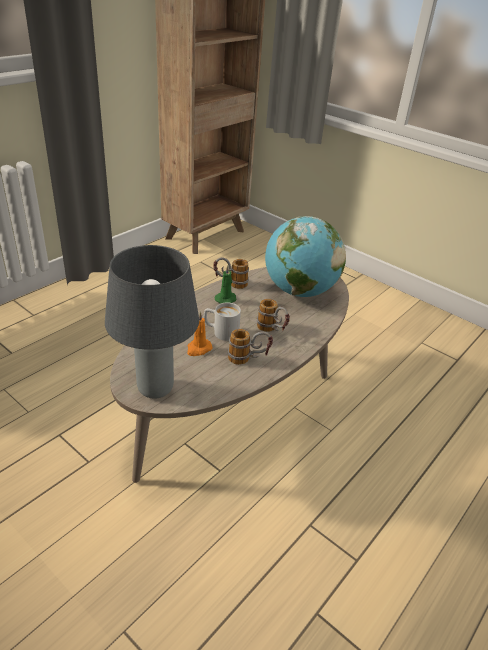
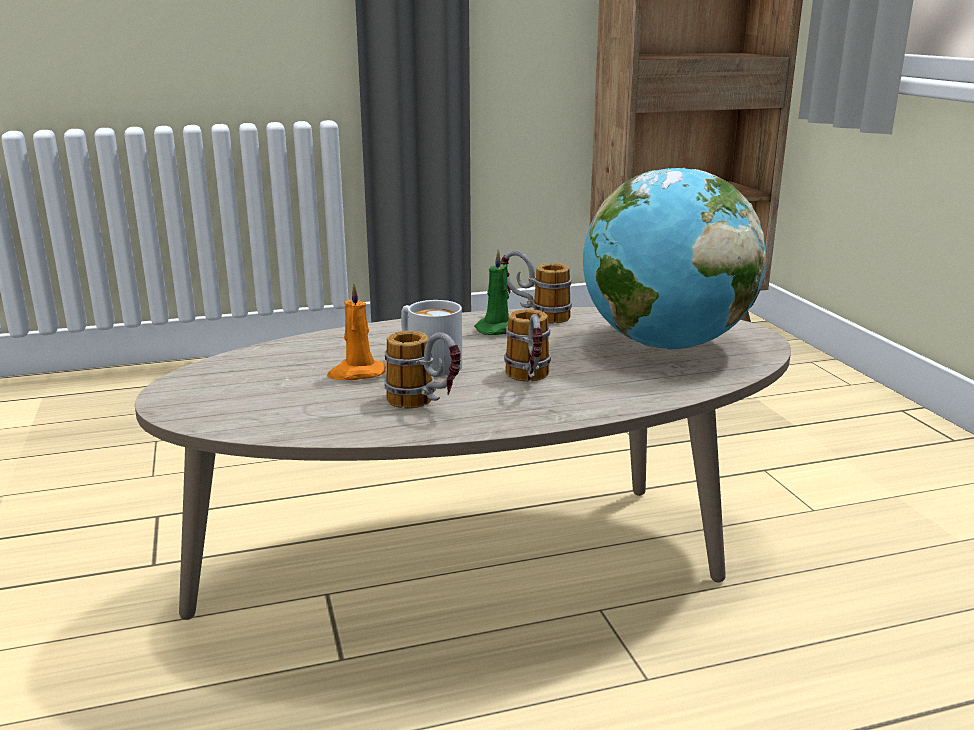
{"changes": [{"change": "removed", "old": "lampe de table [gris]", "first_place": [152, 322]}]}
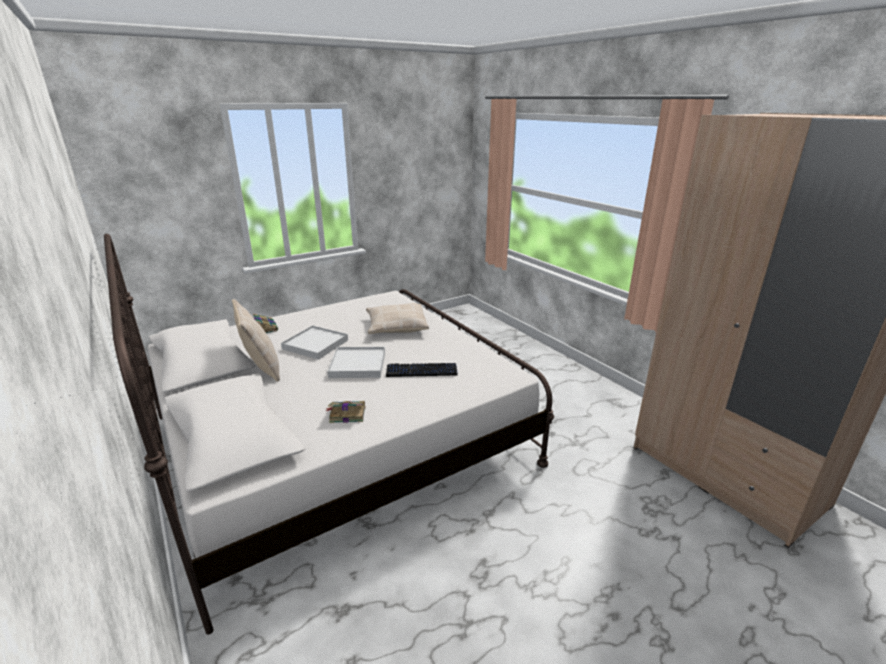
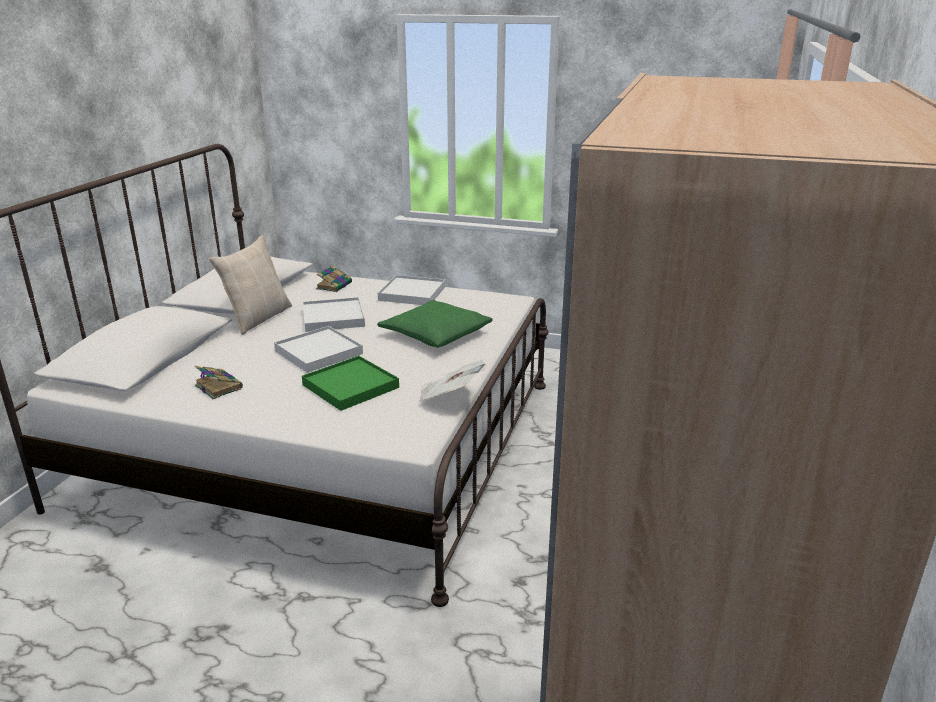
{"changes": [{"change": "added", "new": "plateau [blanc]", "second_place": [411, 290]}, {"change": "added", "new": "journal", "second_place": [453, 381]}, {"change": "replaced", "old": "clavier", "new": "plateau [vert]", "first_place": [422, 370], "second_place": [350, 383]}, {"change": "recoloured", "old": "coussin [beige]", "new": "coussin [vert]", "first_place": [397, 318], "second_place": [434, 324]}]}
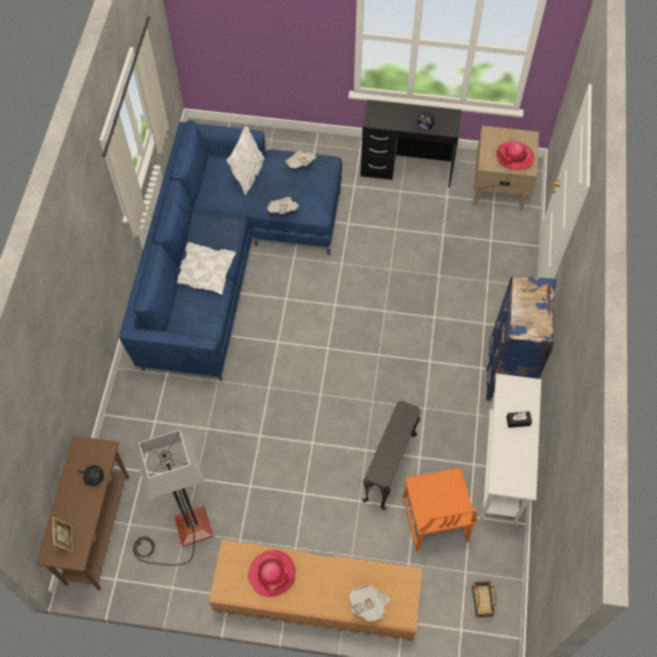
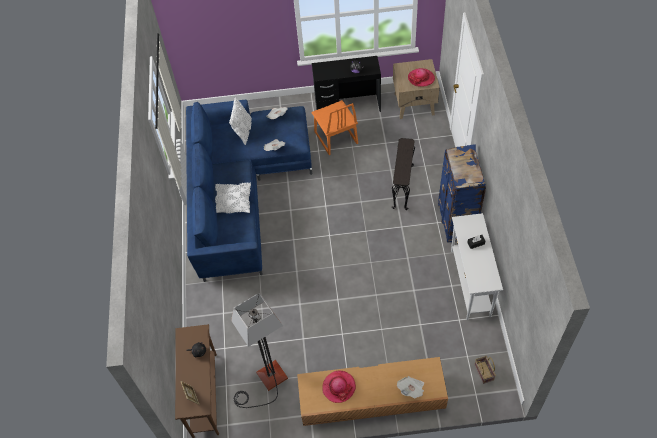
{"changes": [{"change": "moved", "old": "table d'appoint [noir]", "first_place": [391, 455], "second_place": [403, 174]}, {"change": "moved", "old": "chaise [orange]", "first_place": [440, 509], "second_place": [334, 127]}]}
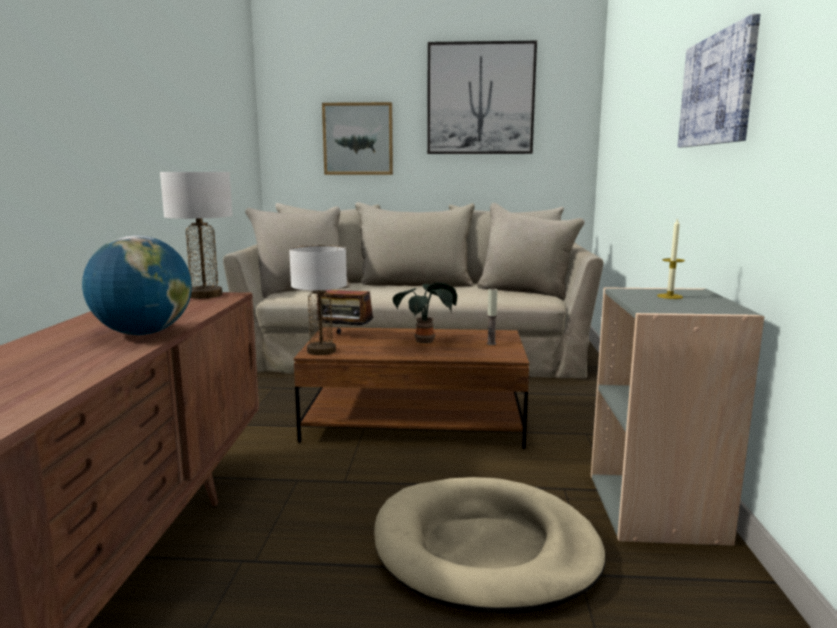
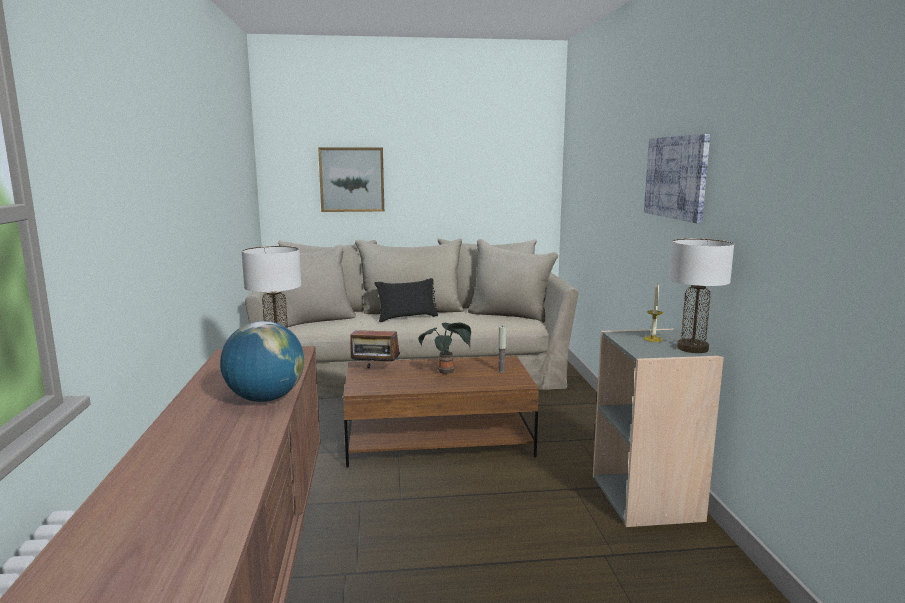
{"changes": [{"change": "removed", "old": "panier pour chien [beige]", "first_place": [489, 545]}, {"change": "removed", "old": "tableau", "first_place": [482, 97]}, {"change": "added", "new": "coussin [noir]", "second_place": [406, 300]}, {"change": "moved", "old": "lampe de table", "first_place": [318, 300], "second_place": [701, 296]}]}
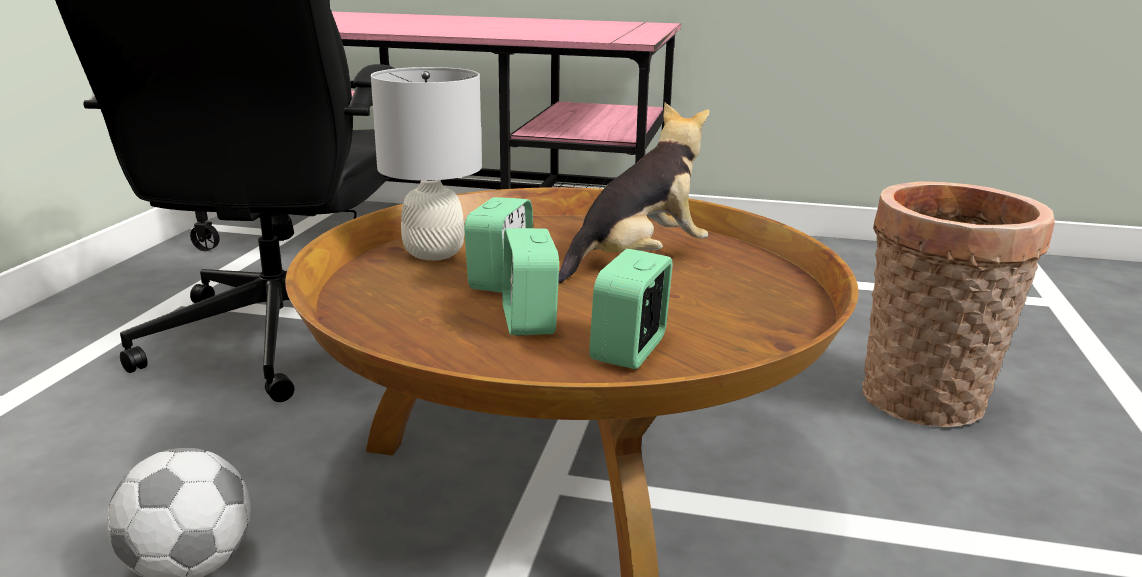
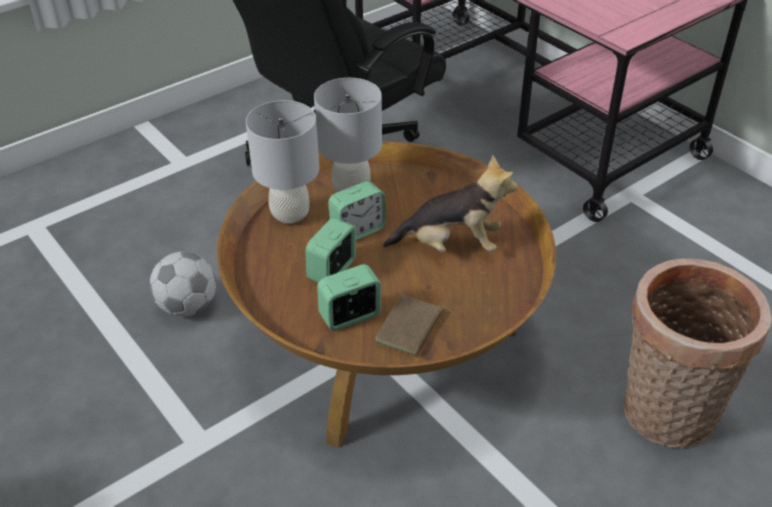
{"changes": [{"change": "added", "new": "lampe de table [gris]", "second_place": [282, 162]}, {"change": "added", "new": "livre [marron]", "second_place": [415, 326]}]}
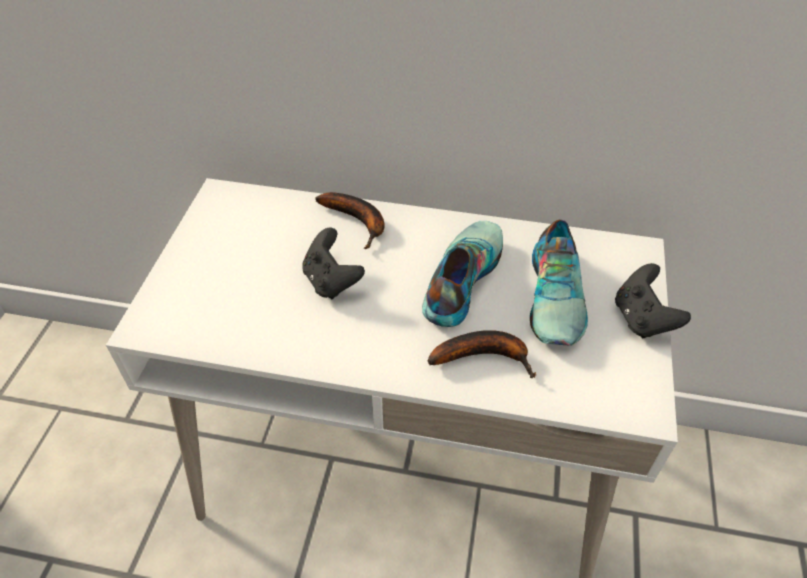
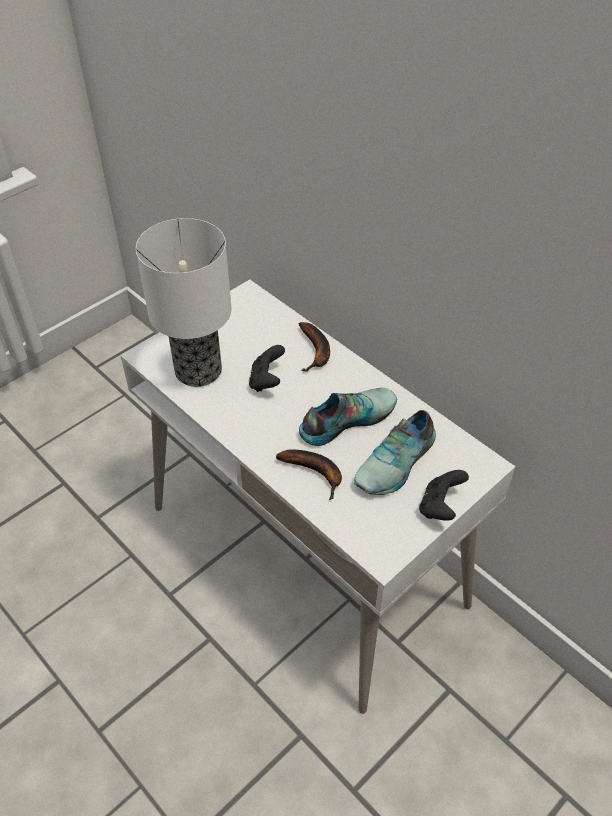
{"changes": [{"change": "added", "new": "lampe de table", "second_place": [184, 302]}]}
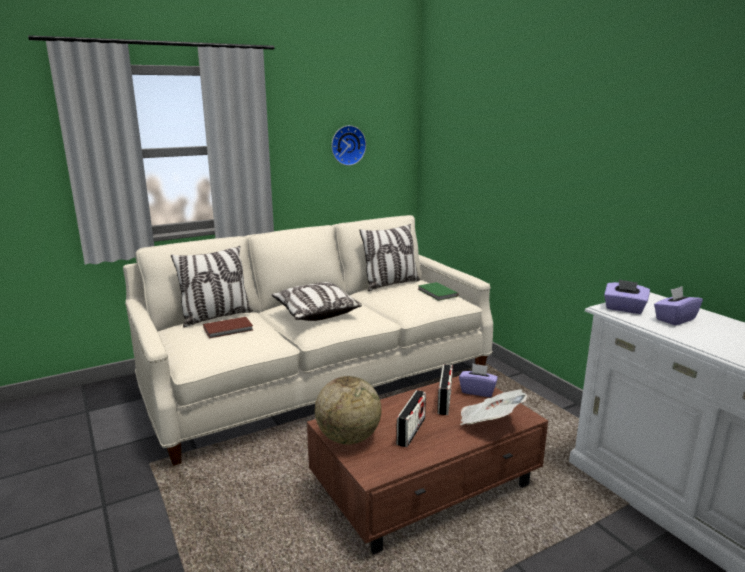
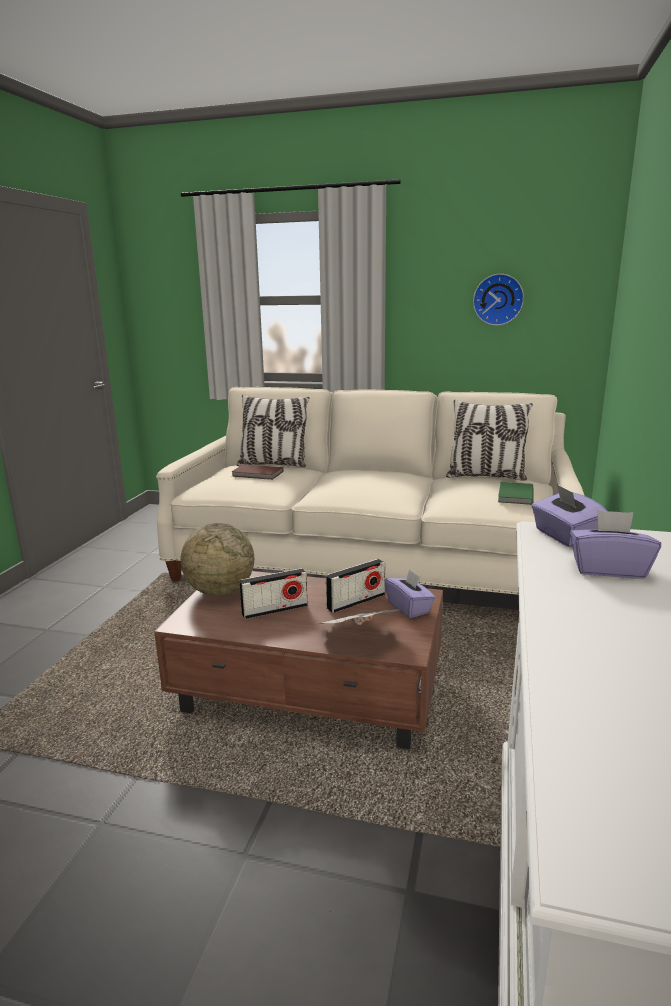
{"changes": [{"change": "removed", "old": "coussin", "first_place": [317, 301]}]}
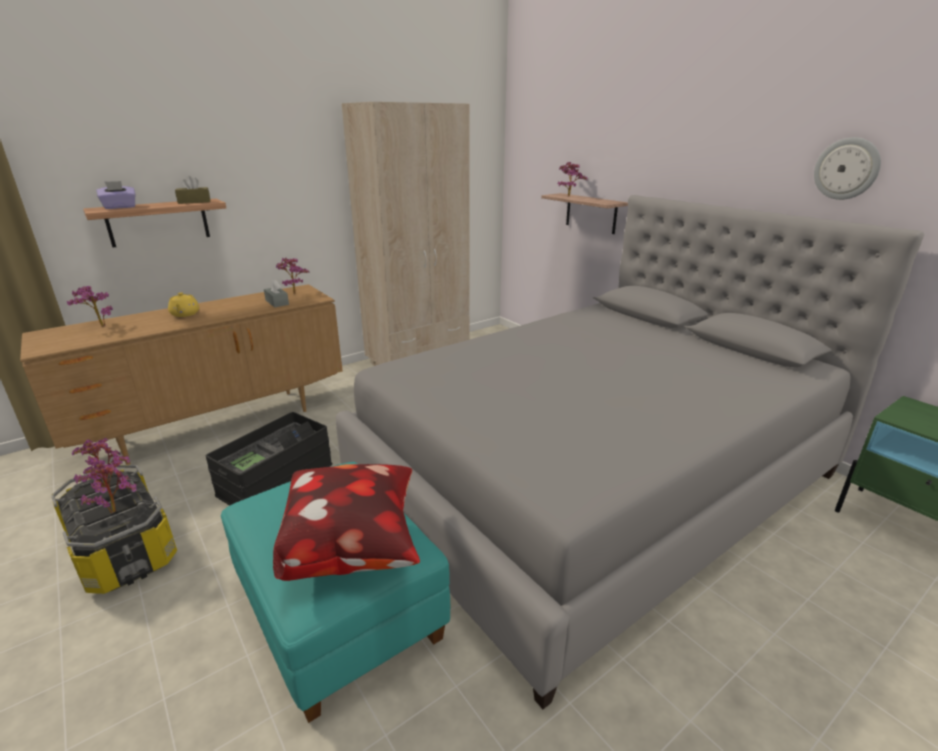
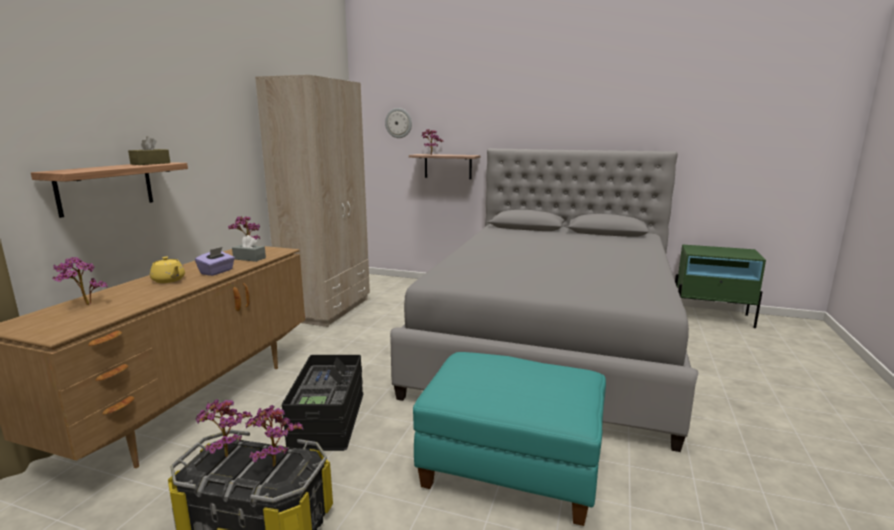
{"changes": [{"change": "removed", "old": "coussin", "first_place": [346, 522]}, {"change": "moved", "old": "boîte à mouchoirs [violet]", "first_place": [116, 195], "second_place": [215, 261]}, {"change": "moved", "old": "horloge murale", "first_place": [847, 168], "second_place": [398, 123]}]}
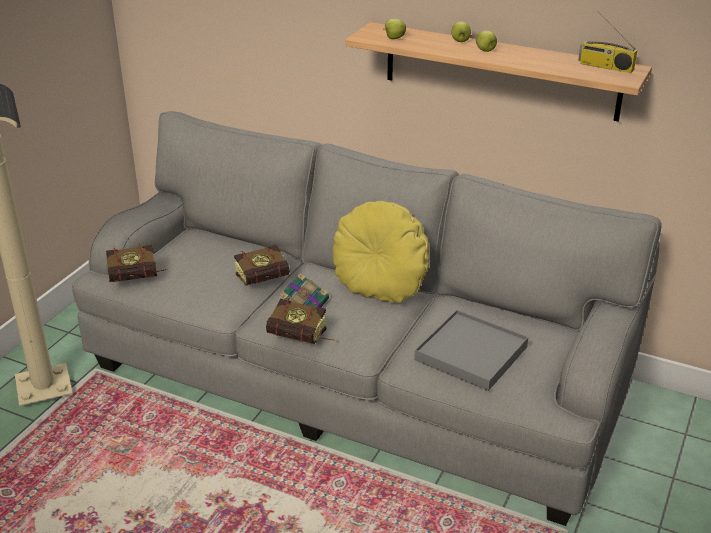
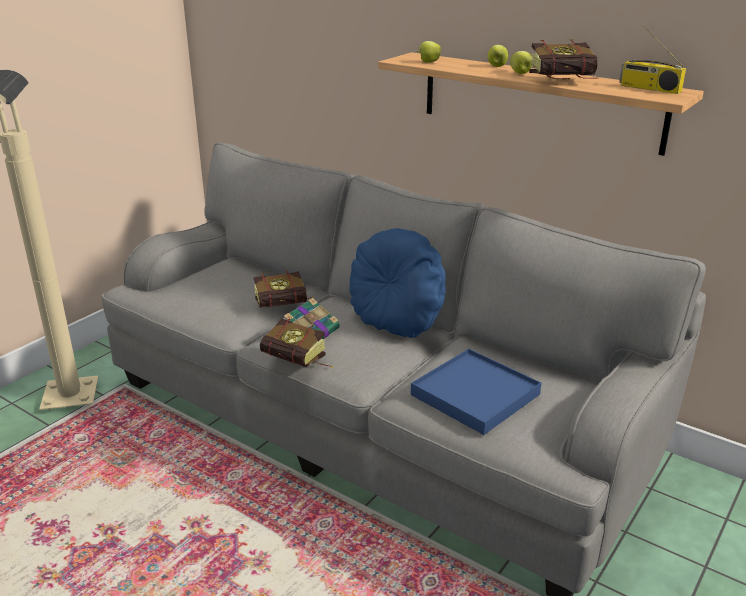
{"changes": [{"change": "moved", "old": "livre", "first_place": [137, 262], "second_place": [564, 59]}, {"change": "recoloured", "old": "coussin [jaune]", "new": "coussin [bleu]", "first_place": [381, 252], "second_place": [398, 283]}, {"change": "recoloured", "old": "plateau [gris]", "new": "plateau [bleu]", "first_place": [471, 350], "second_place": [476, 392]}]}
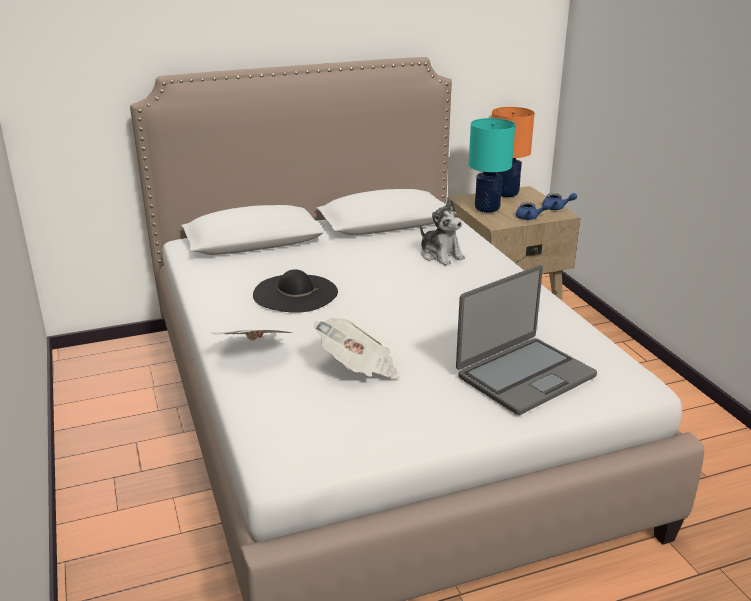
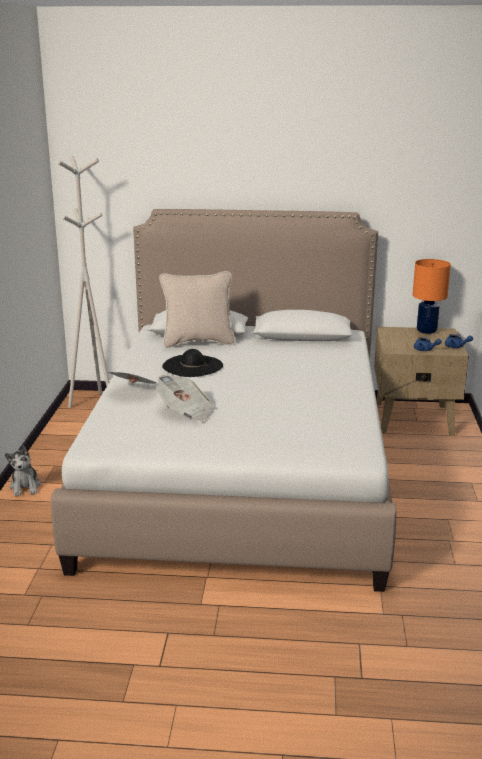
{"changes": [{"change": "removed", "old": "ordinateur portable", "first_place": [526, 340]}, {"change": "removed", "old": "lampe de table [turquoise]", "first_place": [492, 165]}, {"change": "added", "new": "portant [gris]", "second_place": [83, 281]}, {"change": "added", "new": "coussin [beige]", "second_place": [197, 309]}, {"change": "moved", "old": "peluche", "first_place": [442, 232], "second_place": [23, 470]}]}
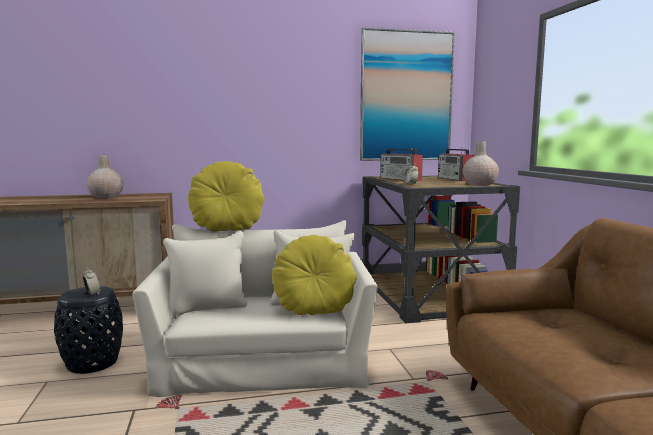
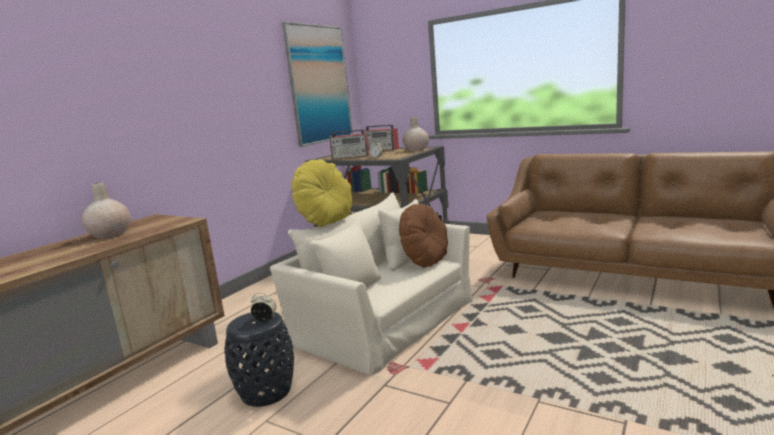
{"changes": [{"change": "recoloured", "old": "coussin [jaune]", "new": "coussin [marron]", "first_place": [314, 275], "second_place": [423, 236]}]}
